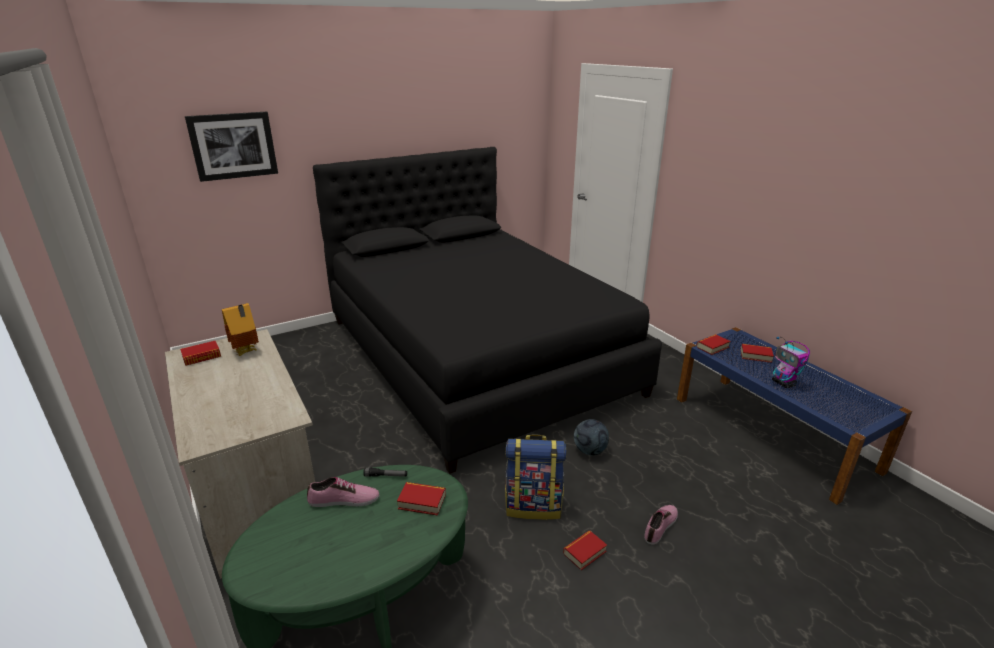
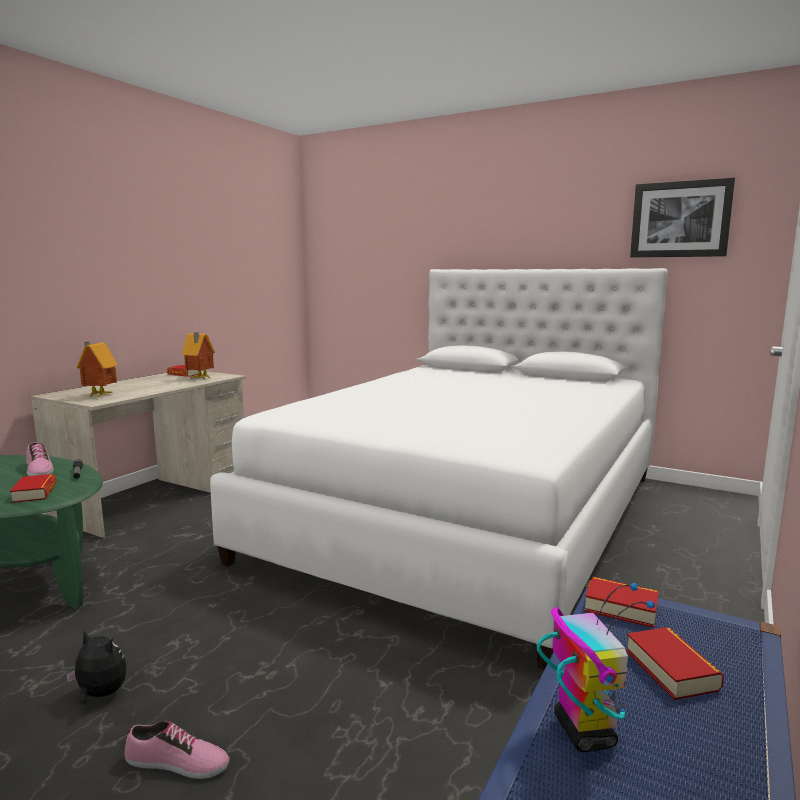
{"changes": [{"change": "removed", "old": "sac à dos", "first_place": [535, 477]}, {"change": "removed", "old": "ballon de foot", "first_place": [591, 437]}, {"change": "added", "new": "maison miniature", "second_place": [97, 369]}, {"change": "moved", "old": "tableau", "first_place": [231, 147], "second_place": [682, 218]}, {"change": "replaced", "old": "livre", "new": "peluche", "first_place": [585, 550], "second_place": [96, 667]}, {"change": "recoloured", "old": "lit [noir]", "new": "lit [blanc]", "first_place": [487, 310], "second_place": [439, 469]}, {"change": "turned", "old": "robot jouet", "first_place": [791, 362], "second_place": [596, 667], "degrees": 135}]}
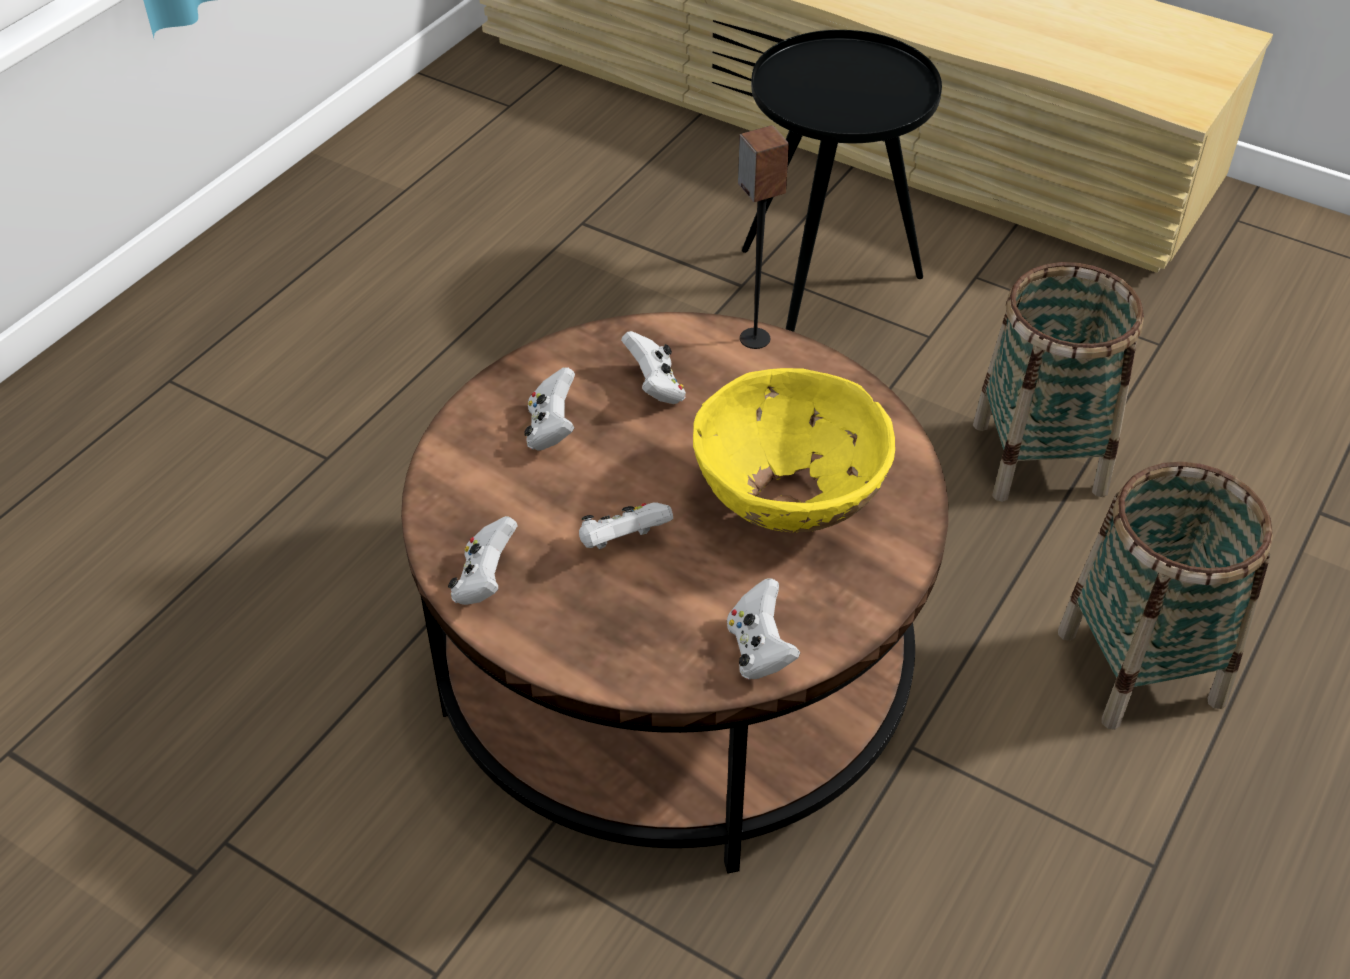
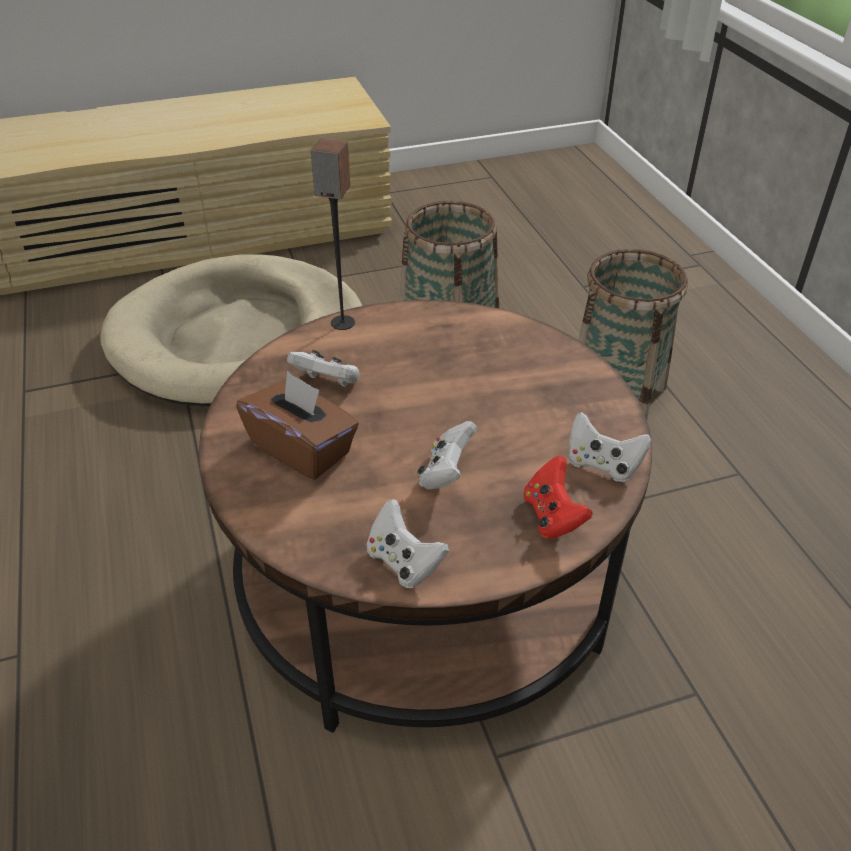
{"changes": [{"change": "removed", "old": "bol [jaune]", "first_place": [794, 450]}, {"change": "added", "new": "manette [rouge]", "second_place": [558, 497]}, {"change": "replaced", "old": "manette [blanc]", "new": "boîte à mouchoirs [marron]", "first_place": [549, 409], "second_place": [297, 425]}, {"change": "replaced", "old": "table d'appoint [noir]", "new": "panier pour chien [beige]", "first_place": [842, 181], "second_place": [231, 330]}]}
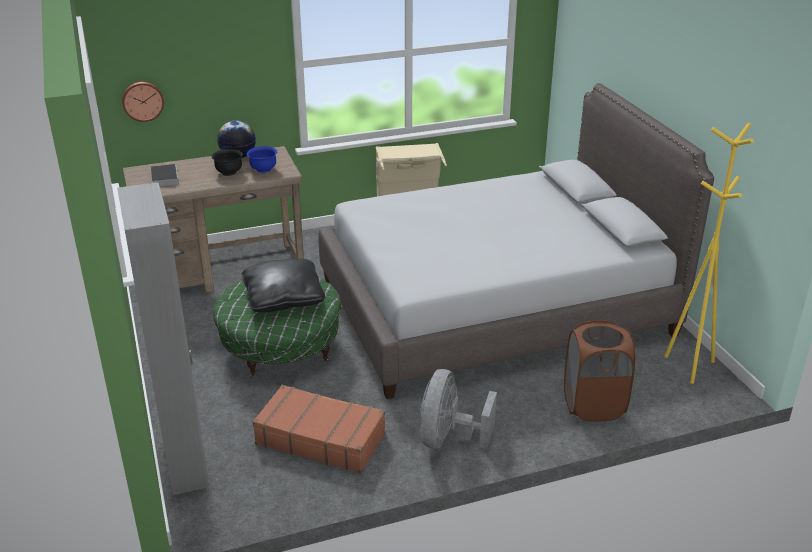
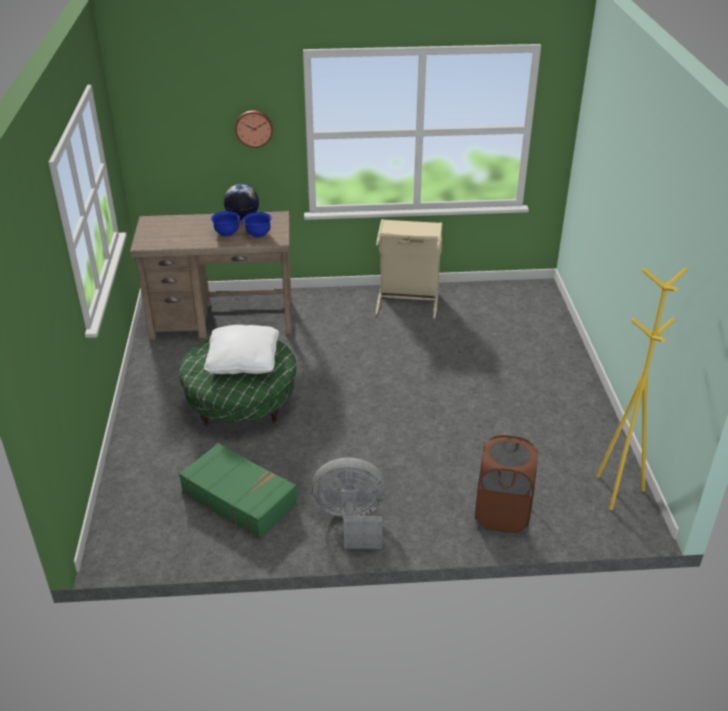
{"changes": [{"change": "removed", "old": "armoire [gris]", "first_place": [162, 338]}, {"change": "removed", "old": "livre", "first_place": [165, 175]}, {"change": "removed", "old": "lit [gris]", "first_place": [516, 241]}, {"change": "moved", "old": "horloge murale", "first_place": [143, 102], "second_place": [254, 129]}, {"change": "recoloured", "old": "bol [noir]", "new": "bol [bleu]", "first_place": [227, 162], "second_place": [225, 224]}, {"change": "recoloured", "old": "coussin [noir]", "new": "coussin [blanc]", "first_place": [283, 286], "second_place": [241, 349]}, {"change": "recoloured", "old": "valise [marron]", "new": "valise [vert]", "first_place": [319, 429], "second_place": [238, 491]}, {"change": "turned", "old": "ventilateur [gris]", "first_place": [458, 409], "second_place": [349, 503], "degrees": 60}]}
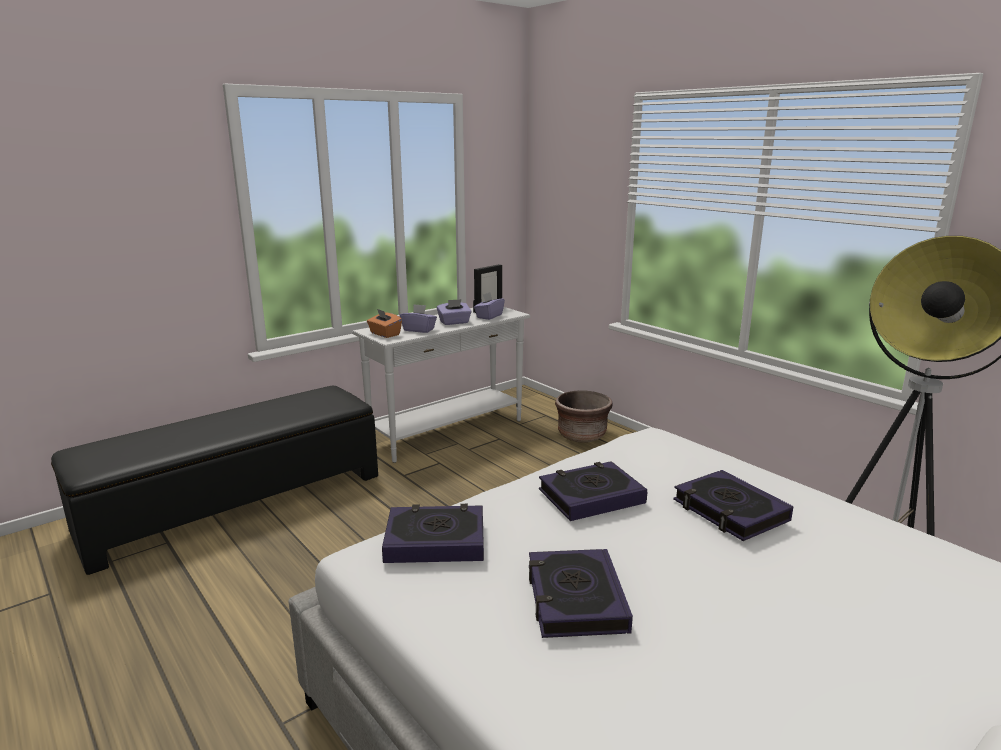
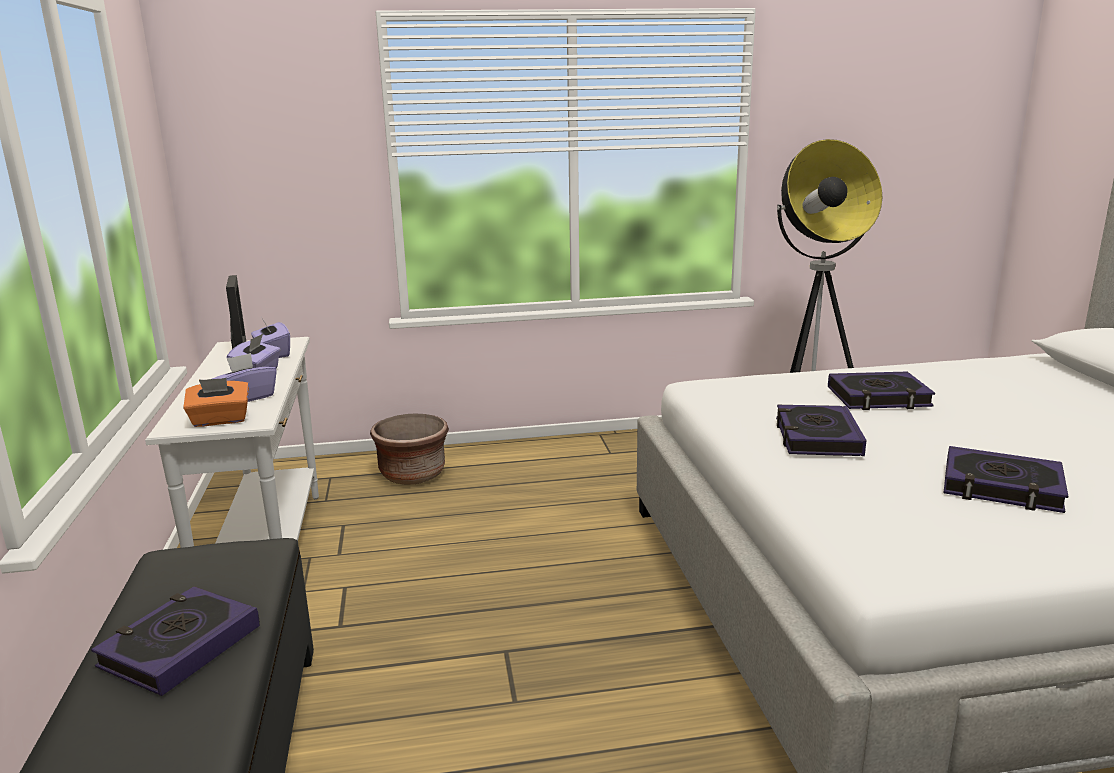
{"changes": [{"change": "moved", "old": "livre", "first_place": [433, 533], "second_place": [175, 641]}]}
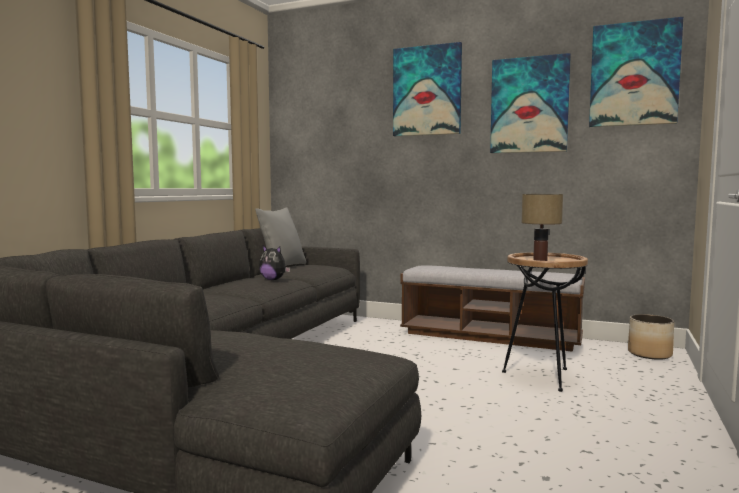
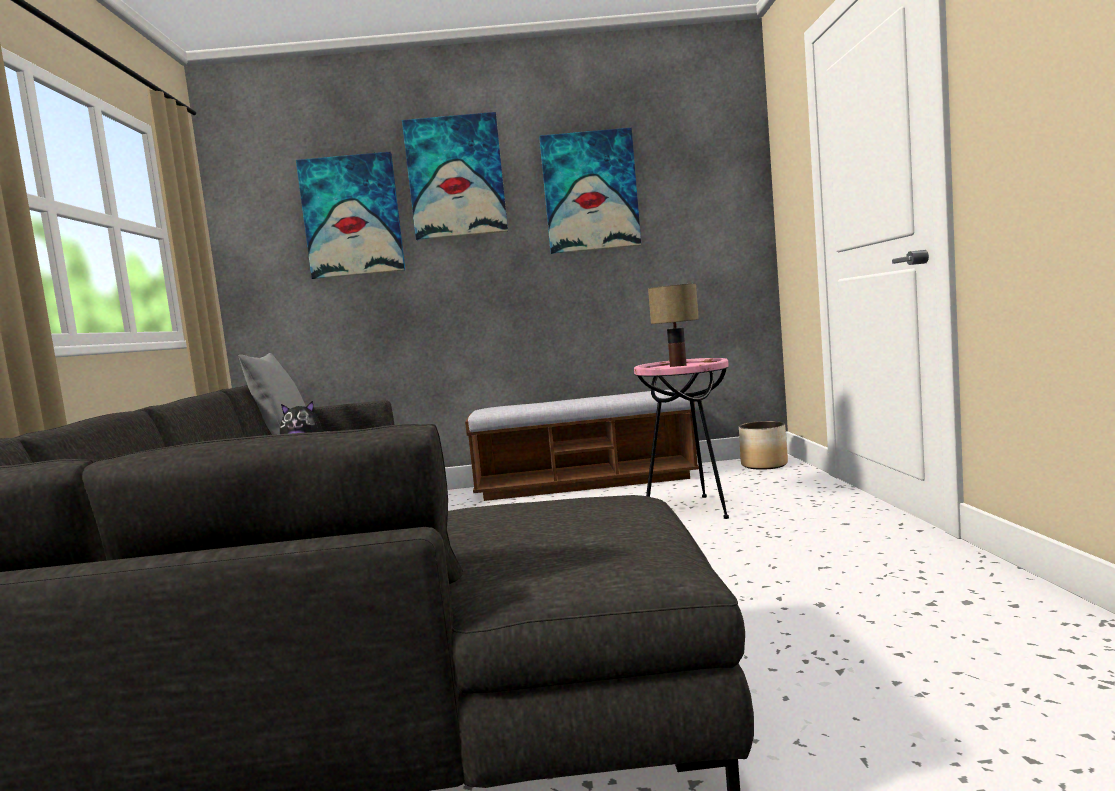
{"changes": [{"change": "moved", "old": "tableau", "first_place": [636, 72], "second_place": [350, 215]}, {"change": "recoloured", "old": "table d'appoint [marron]", "new": "table d'appoint [rose]", "first_place": [545, 322], "second_place": [681, 438]}]}
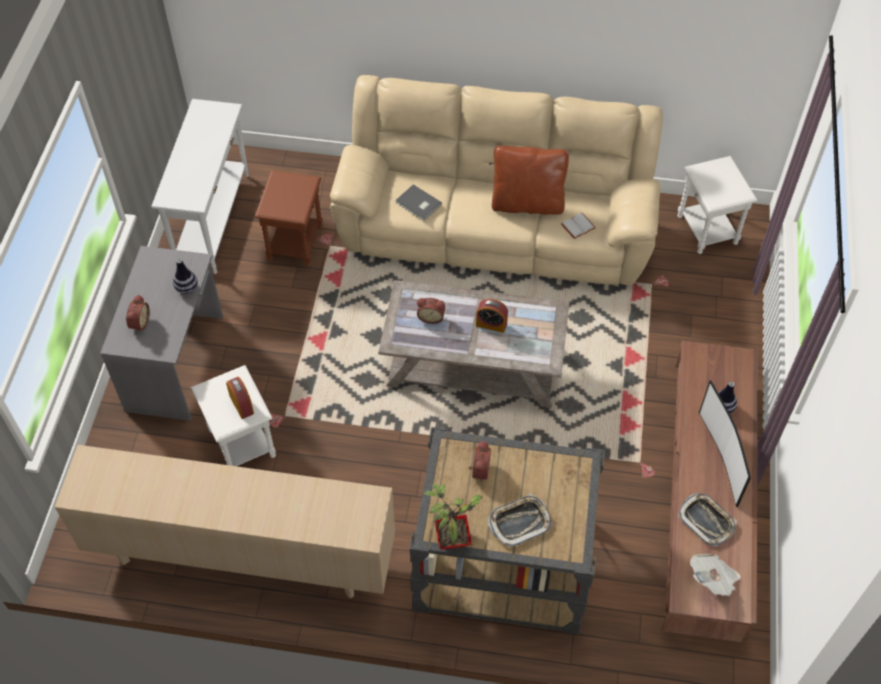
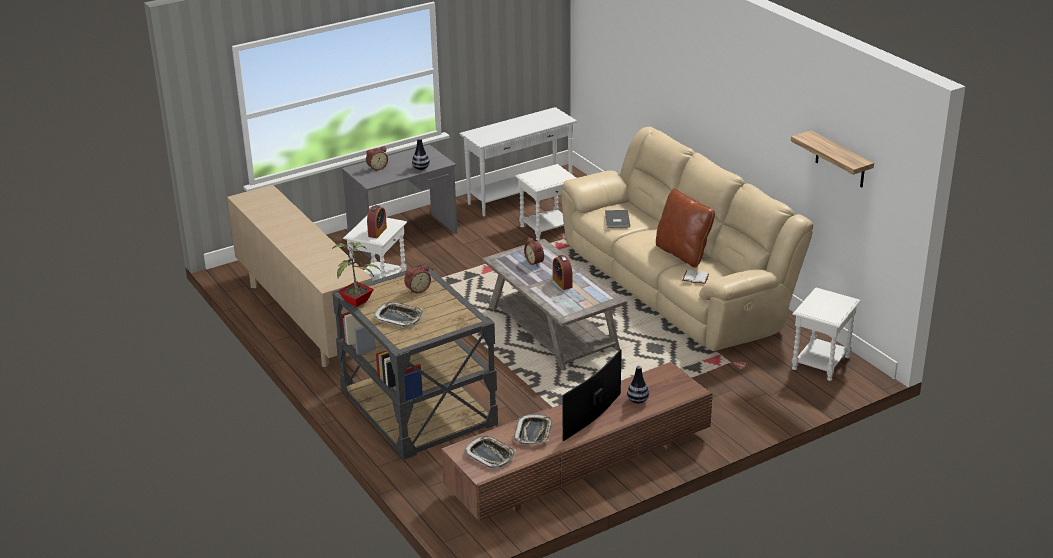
{"changes": [{"change": "added", "new": "étagère", "second_place": [832, 158]}, {"change": "replaced", "old": "journal", "new": "plateau", "first_place": [715, 575], "second_place": [490, 452]}, {"change": "recoloured", "old": "table d'appoint [marron]", "new": "table d'appoint [blanc]", "first_place": [288, 218], "second_place": [545, 202]}]}
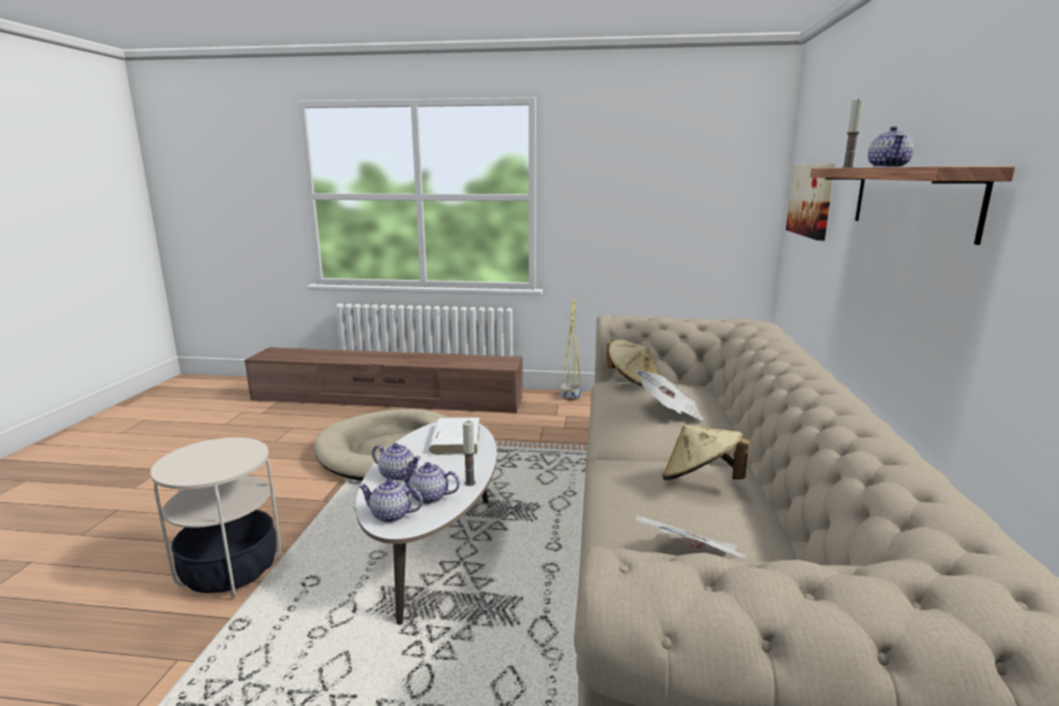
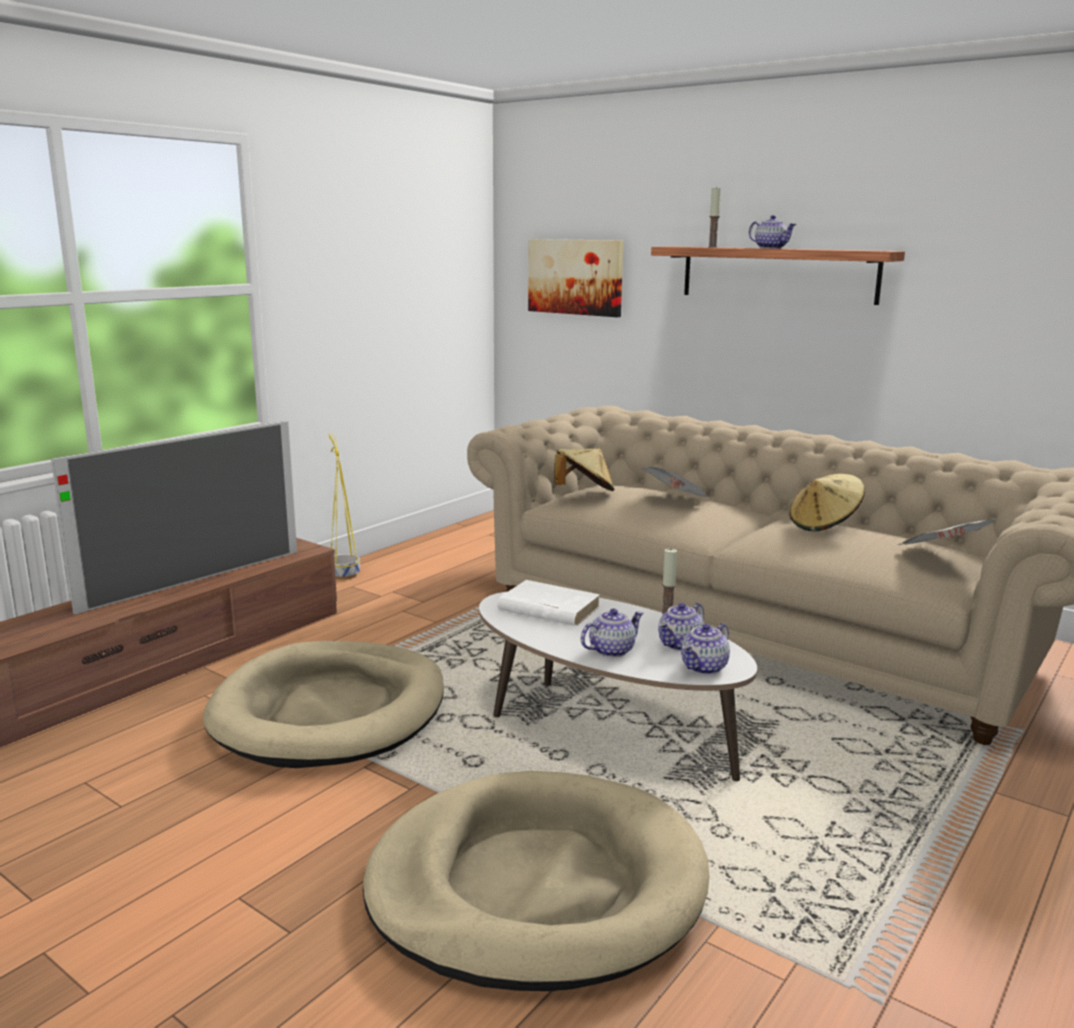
{"changes": [{"change": "added", "new": "téléviseur", "second_place": [174, 517]}, {"change": "replaced", "old": "table d'appoint [beige]", "new": "panier pour chien [beige]", "first_place": [215, 517], "second_place": [536, 881]}]}
